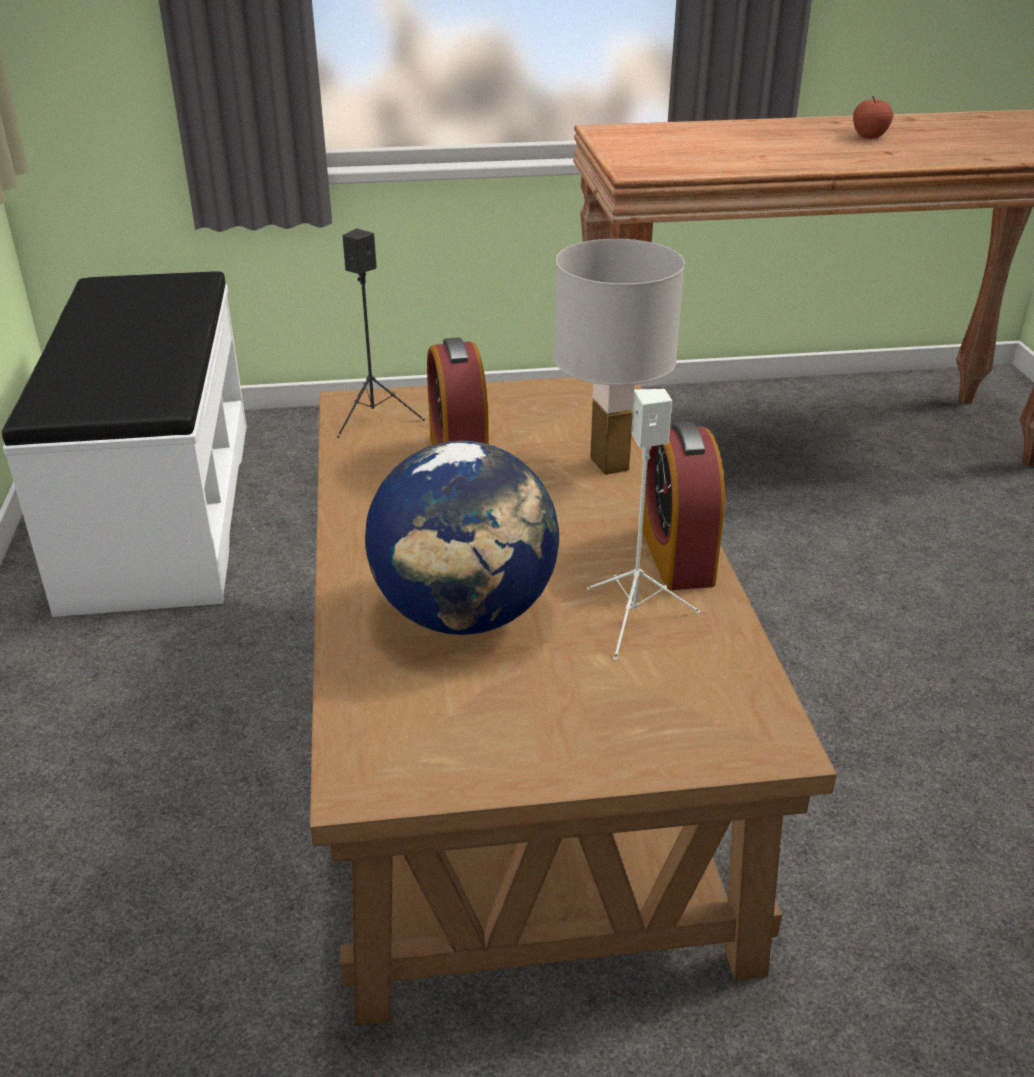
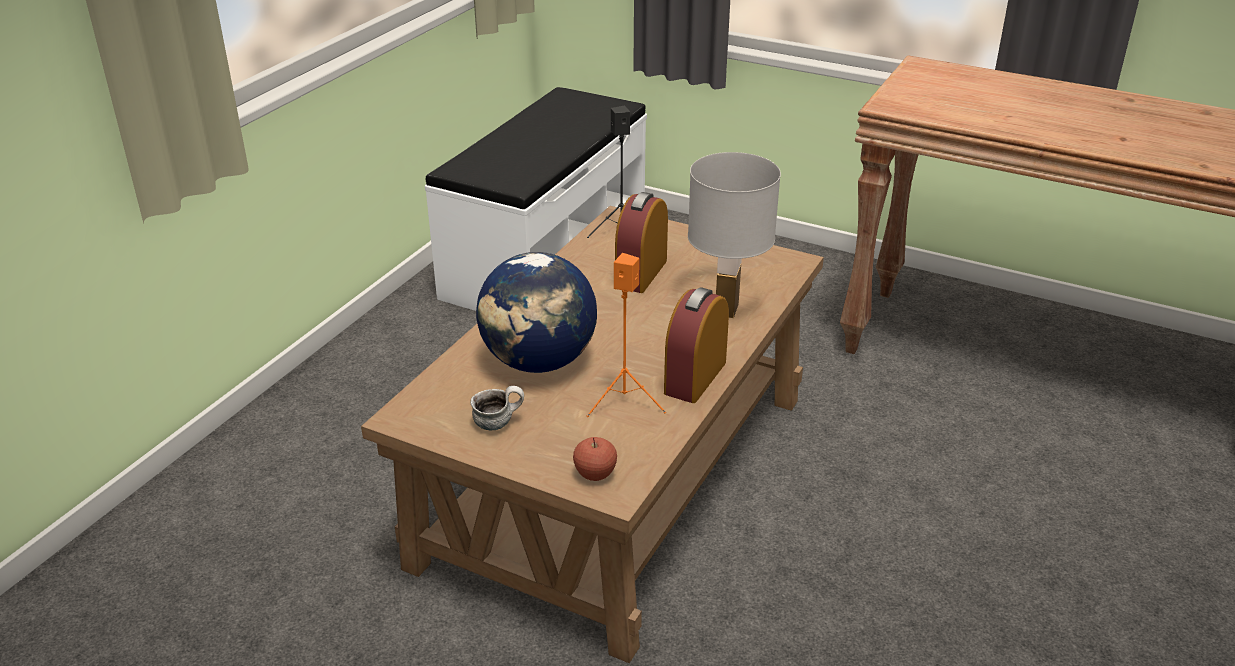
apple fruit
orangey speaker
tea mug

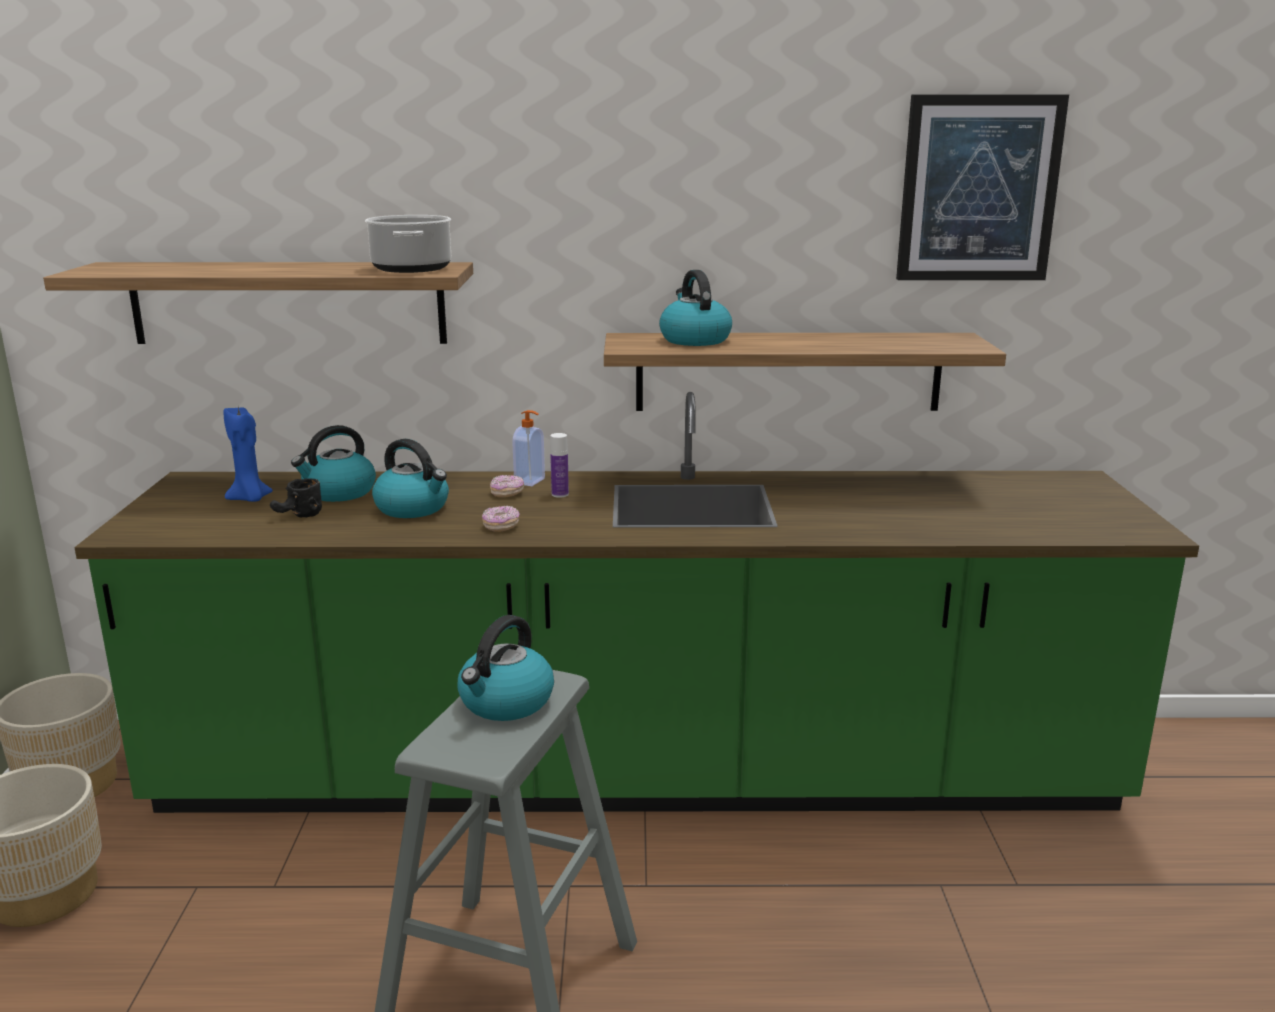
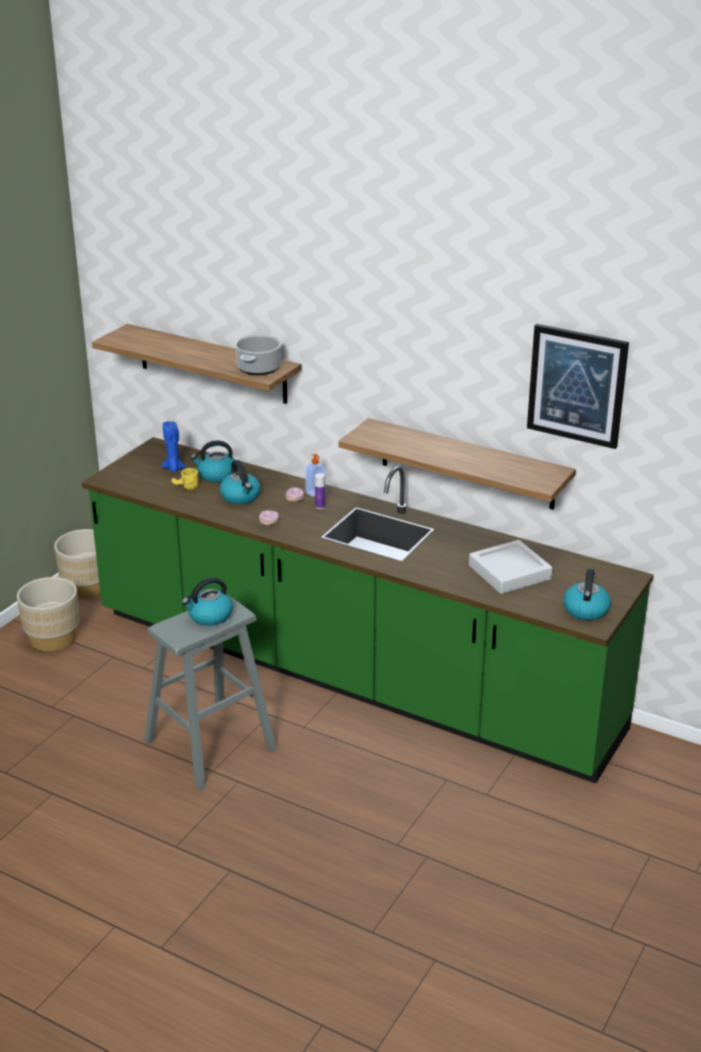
kettle (4th from left)
yellowish tea mug
grey tray

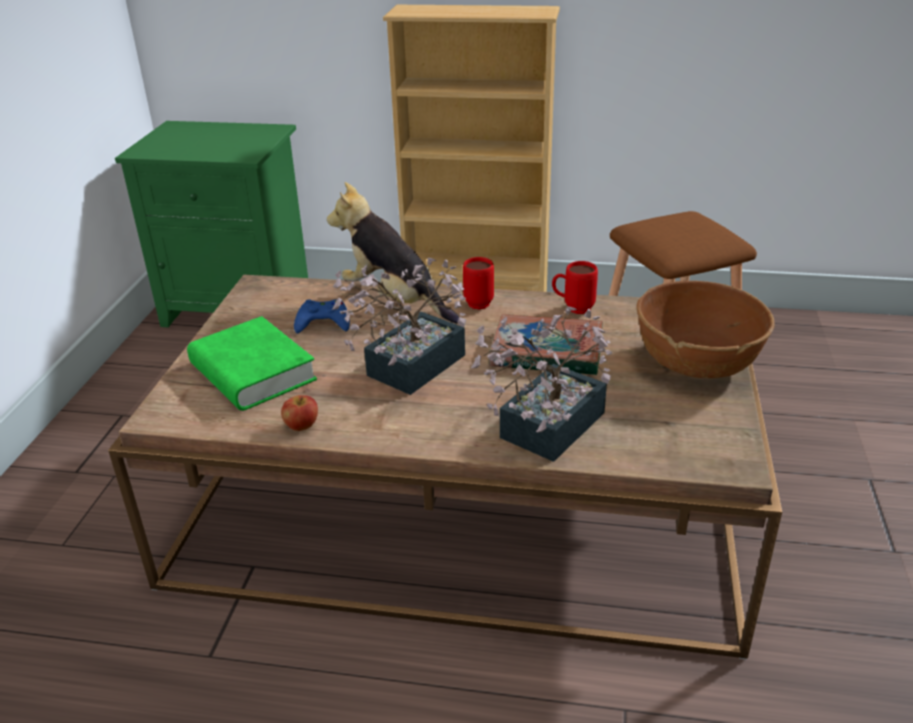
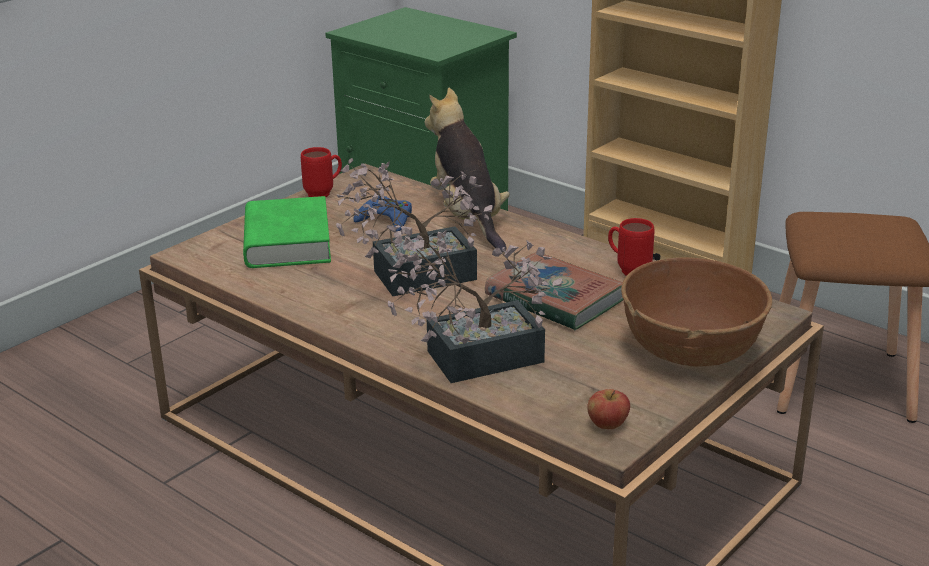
red-coloured tea mug (1st from left)
apple fruit

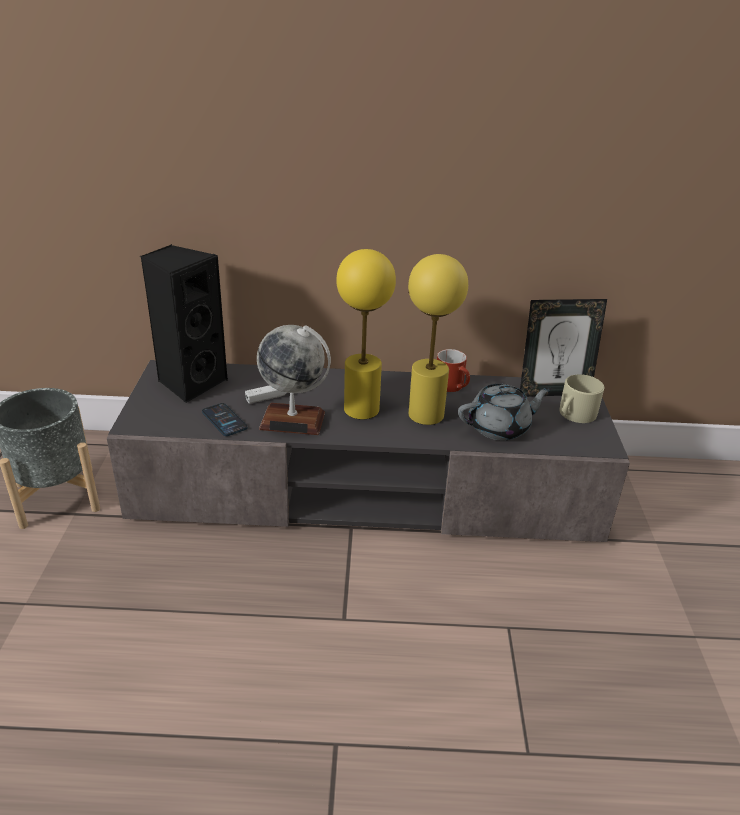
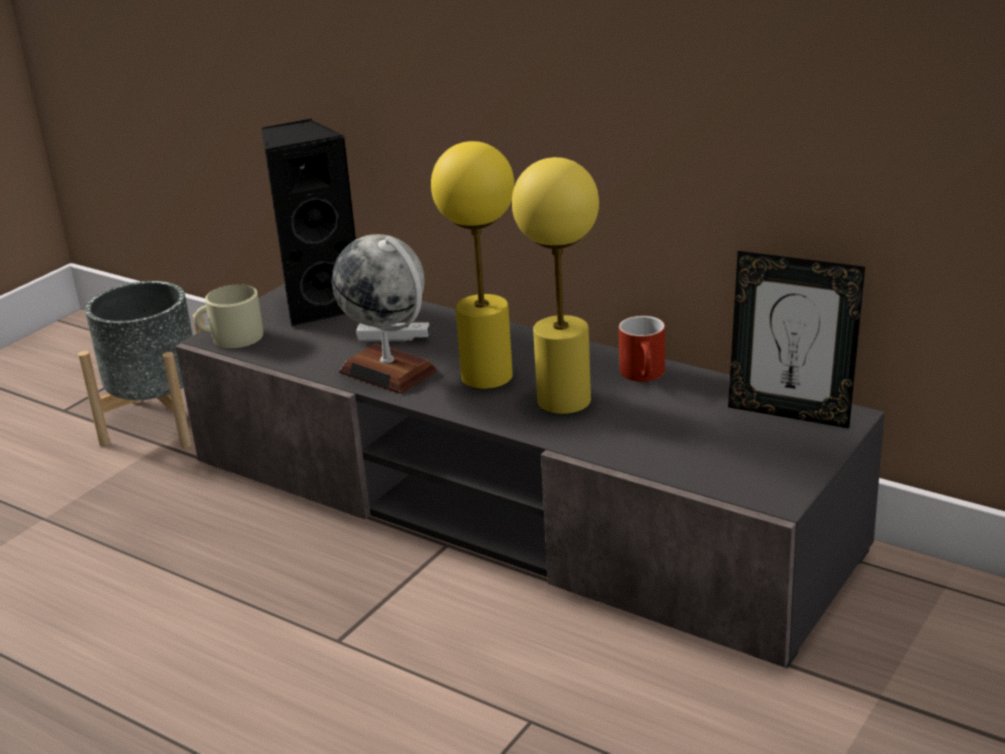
sand-coloured tea mug
grey tea pot
telephone

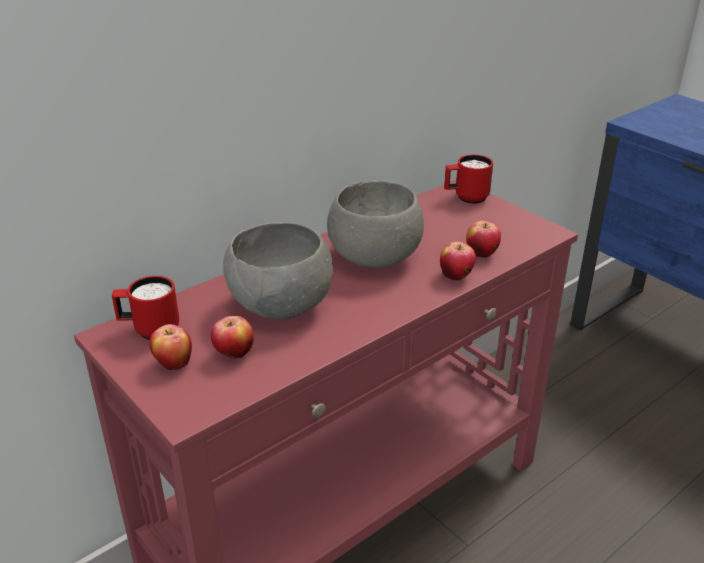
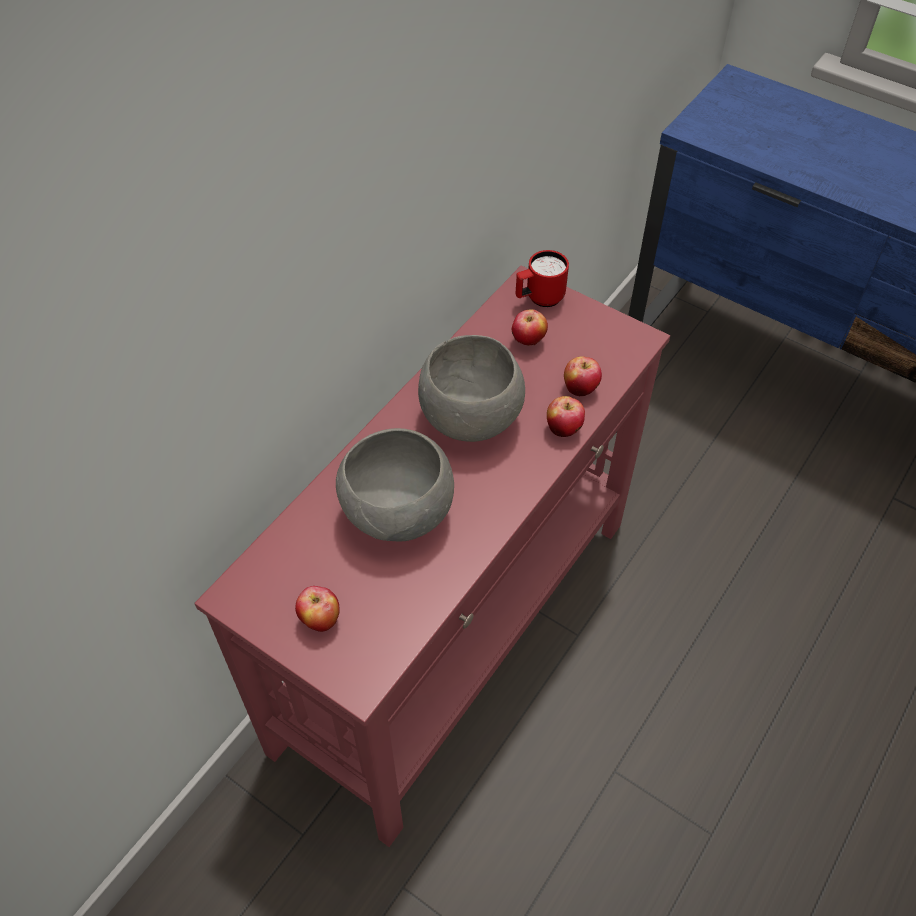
red-coloured tea mug (1st from left in the first image)
apple fruit (2nd from left)

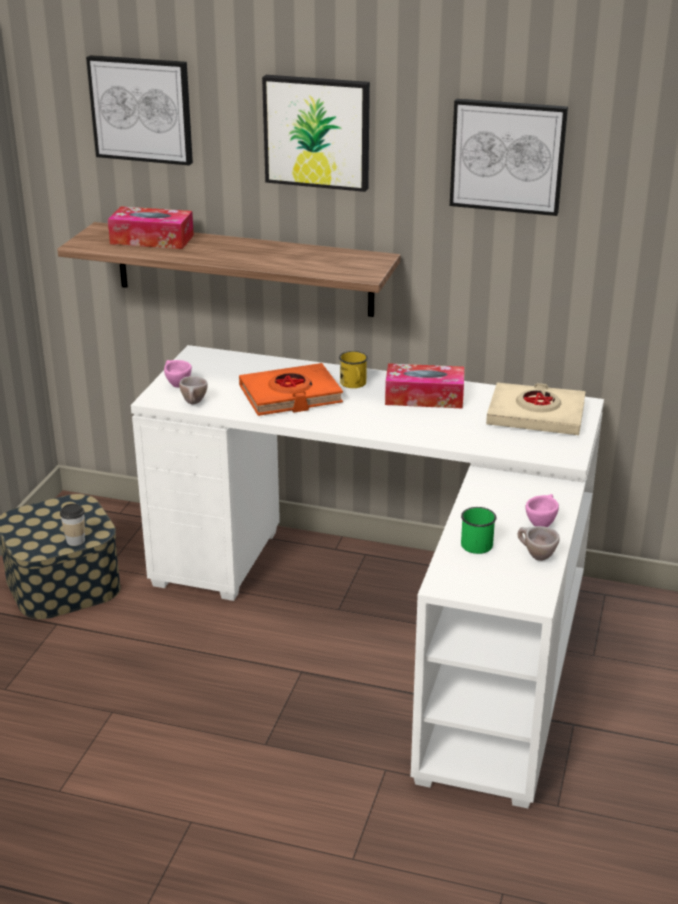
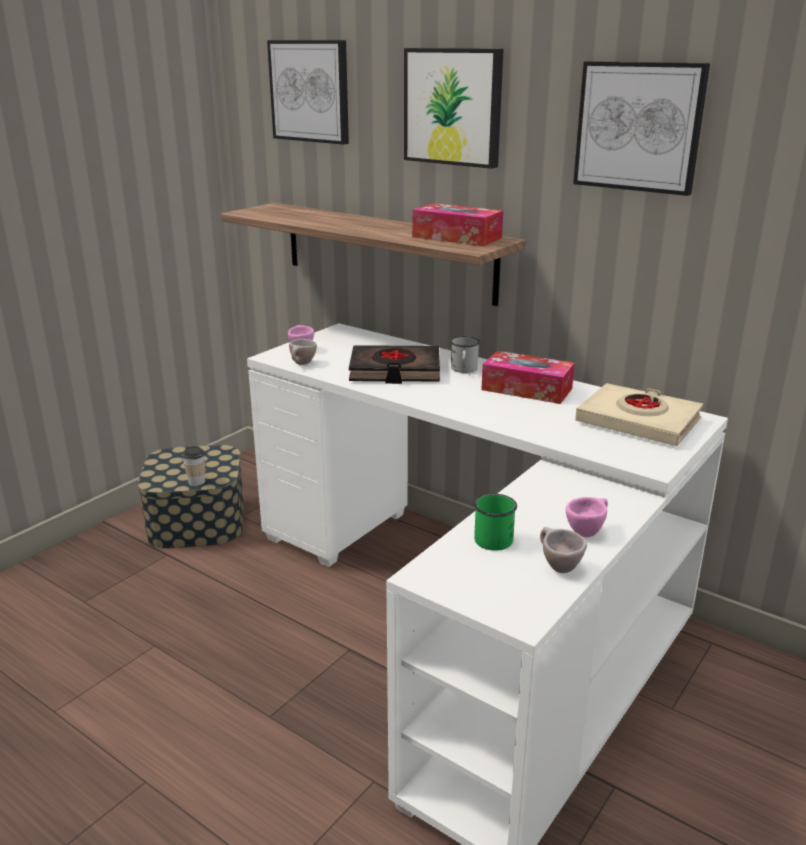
tissue holder (1st from left)
white tea mug
black book

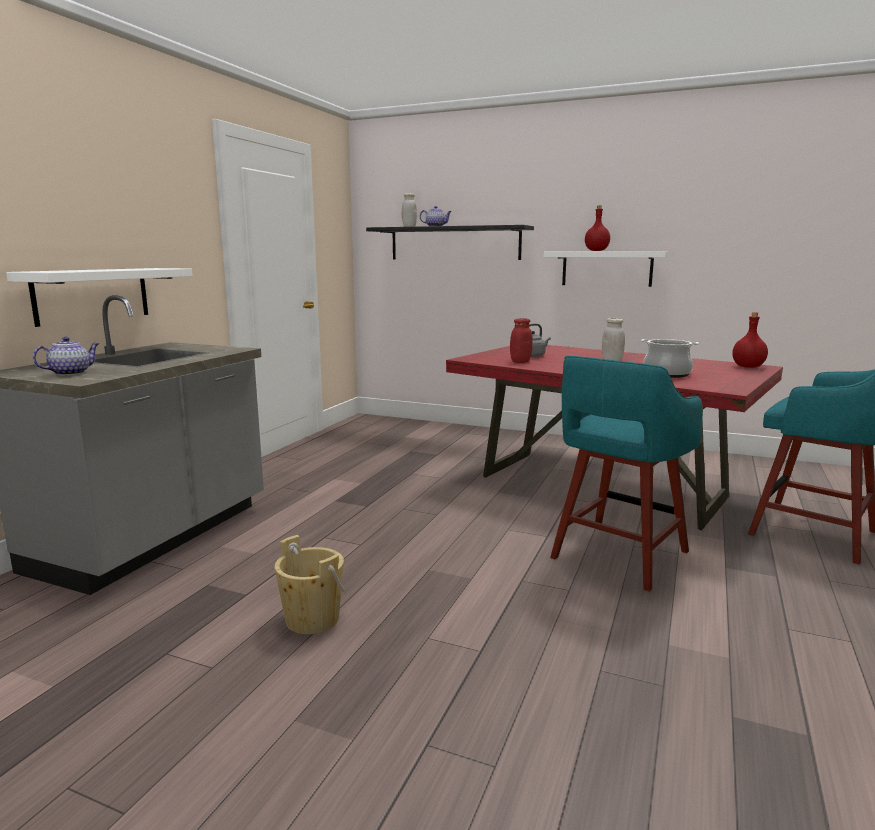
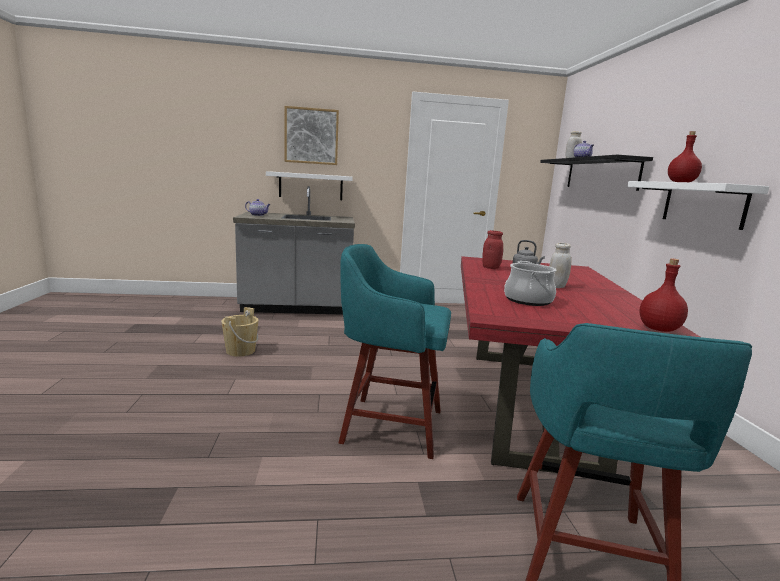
wall picture

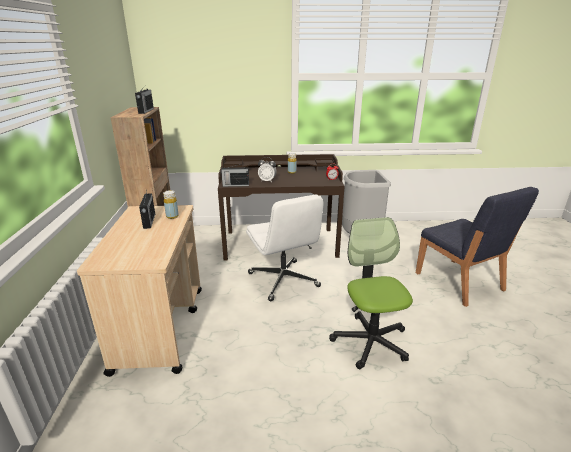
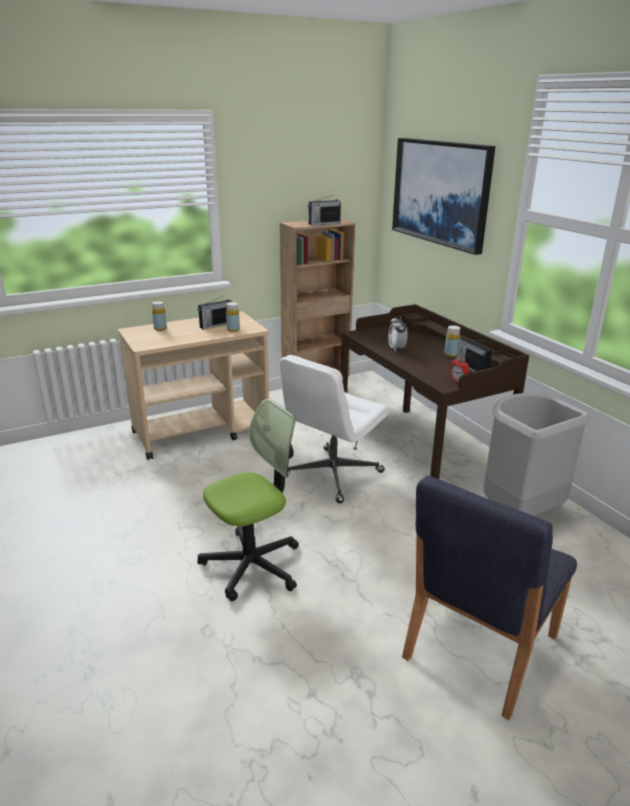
radio set (3rd from left)
wall picture
yellowish drink bottle (1st from left)

